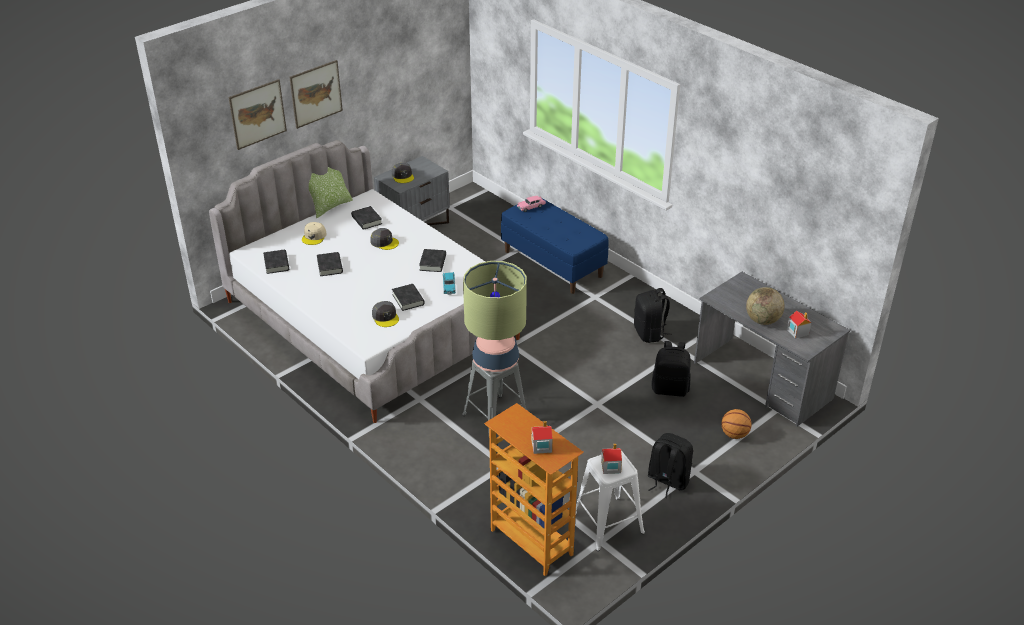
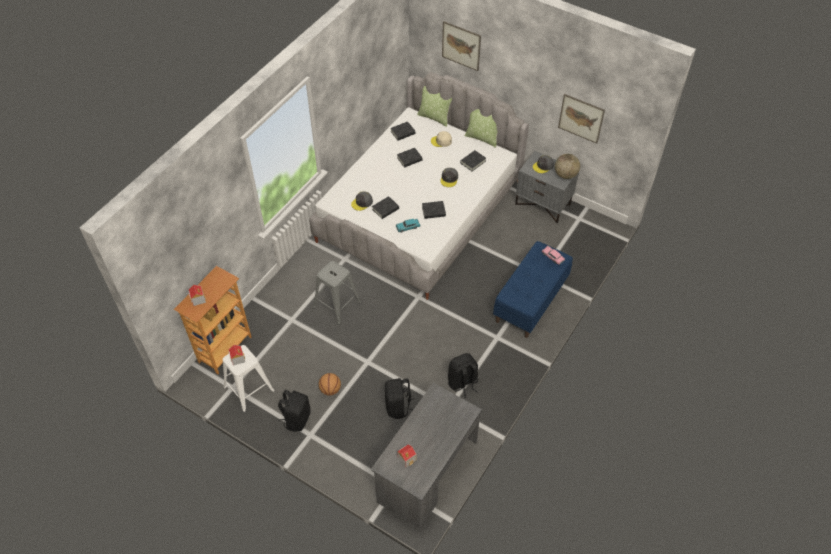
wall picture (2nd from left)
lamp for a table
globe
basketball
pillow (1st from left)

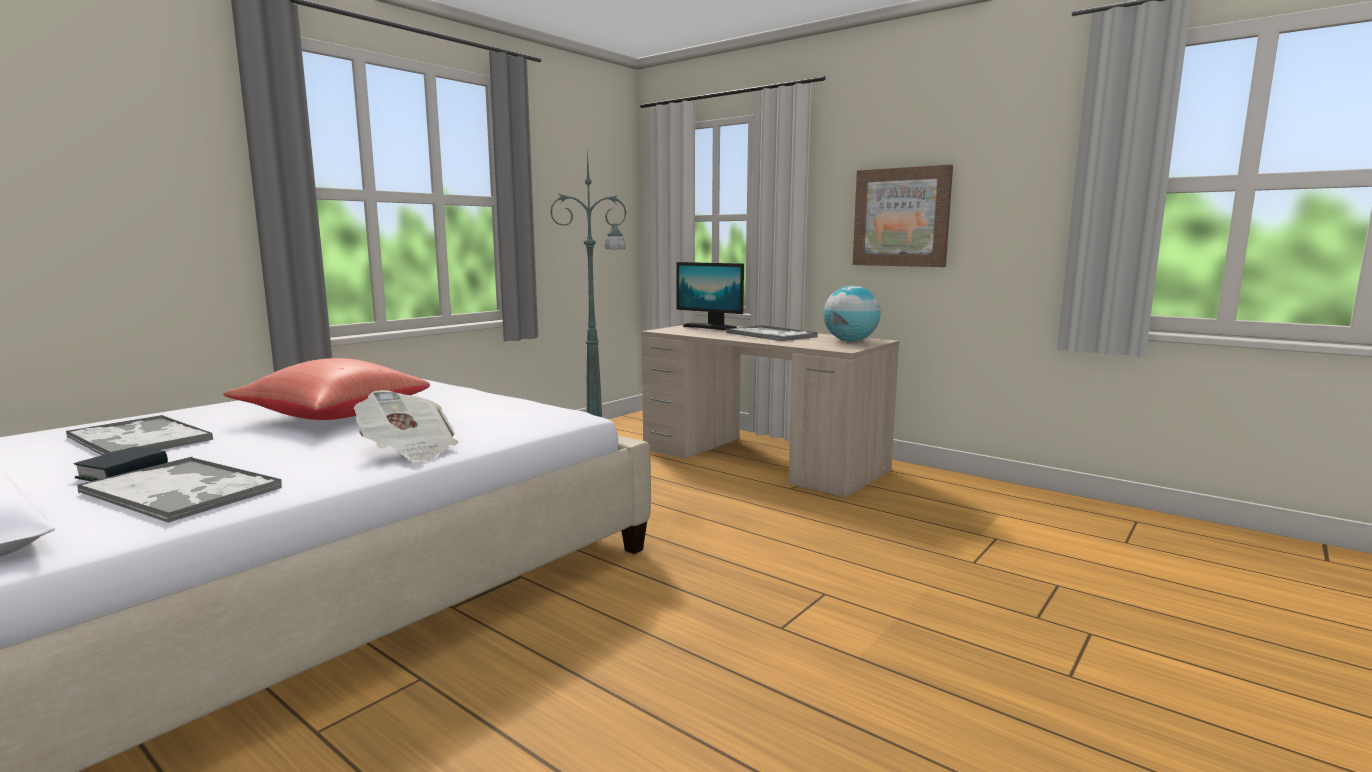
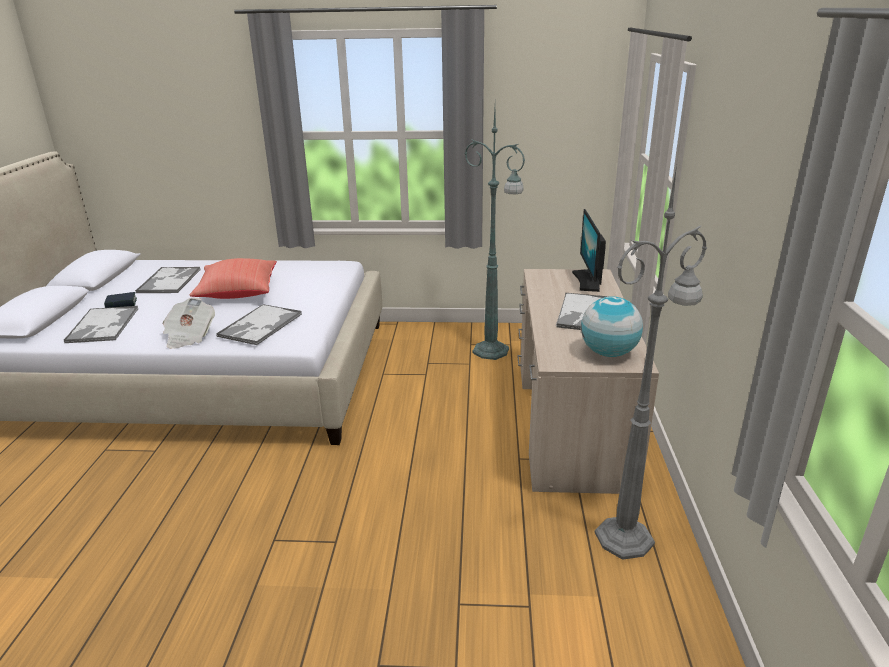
wall picture
grey standing lamp
tray (3rd from left)

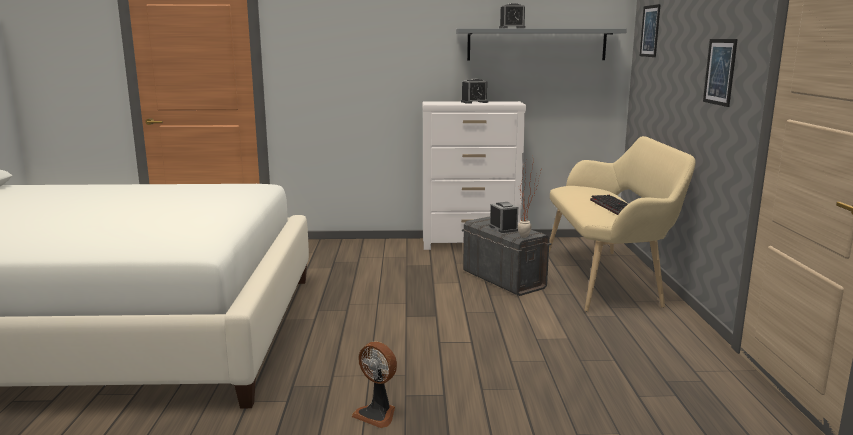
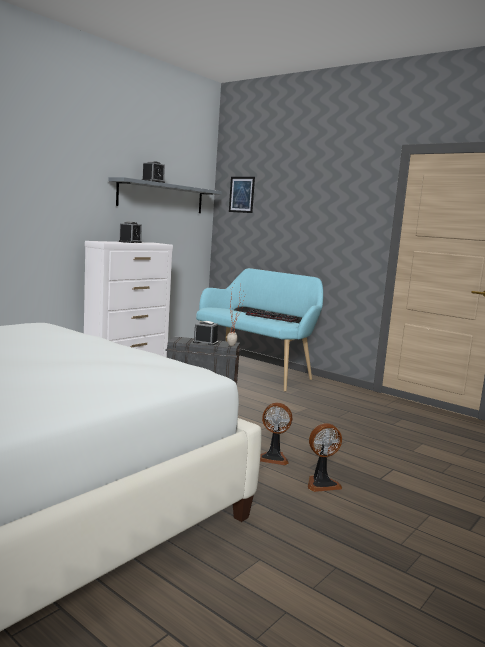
wall picture (2nd from left in the first image)
turquoise indoor bench
electric fan (1st from left)

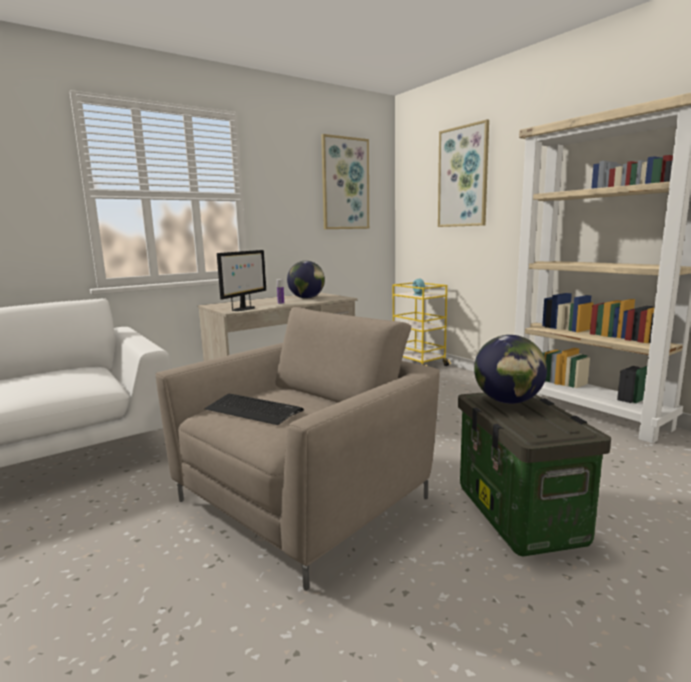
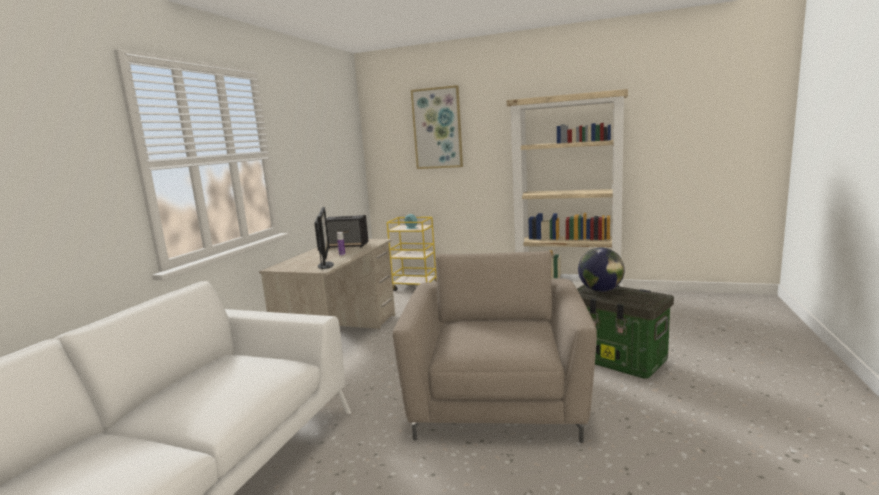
wall picture (1st from left in the first image)
speaker
computer keyboard

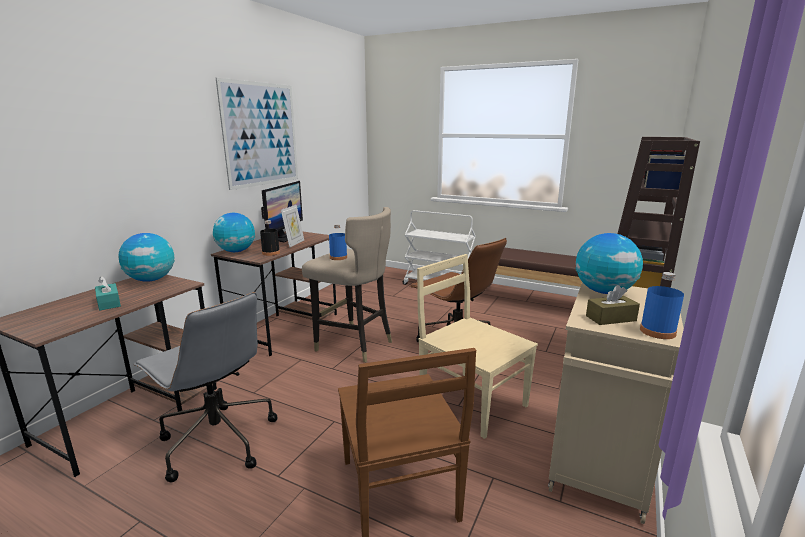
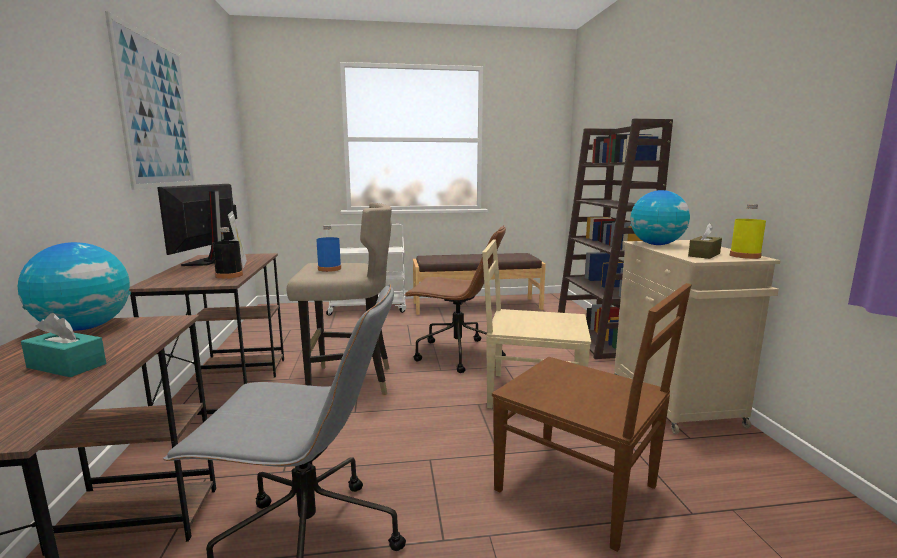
computer display
globe (2nd from left in the first image)
yellowish drink bottle

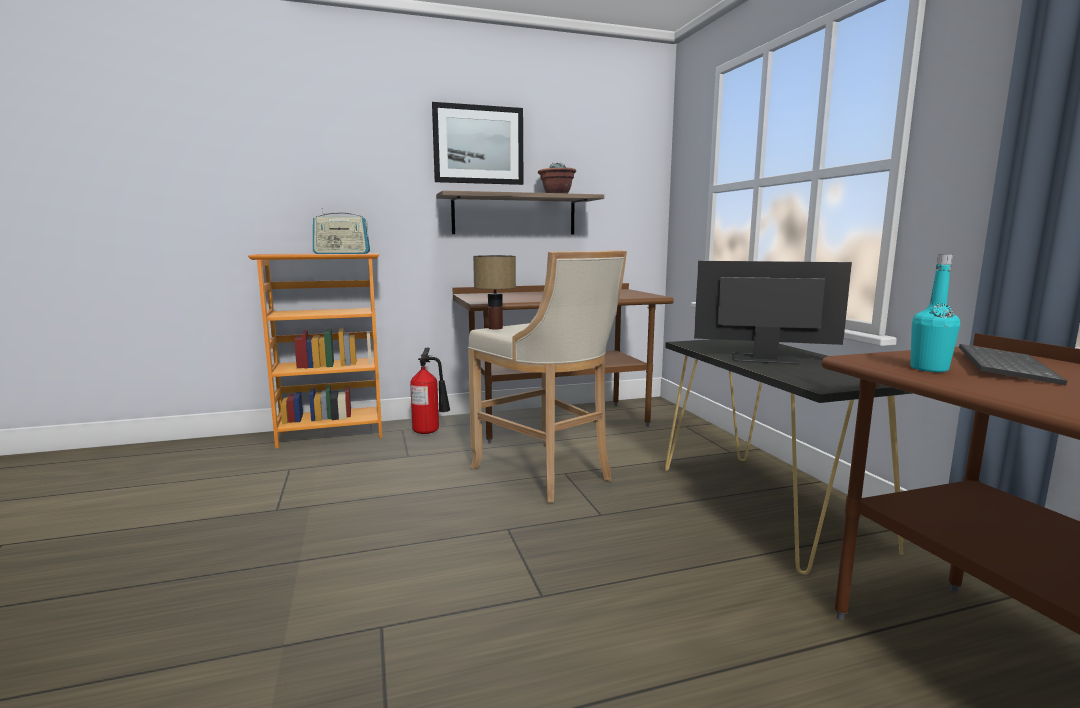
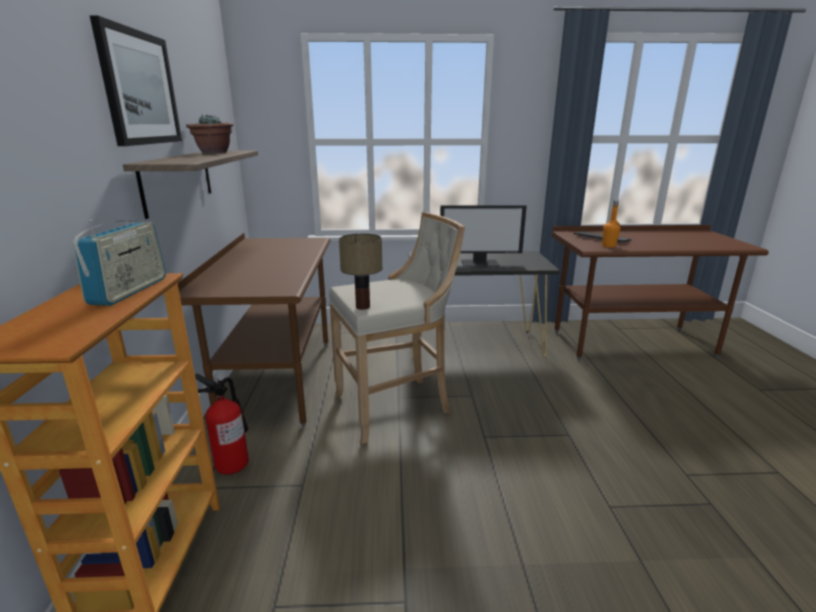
orangey drink bottle
computer display

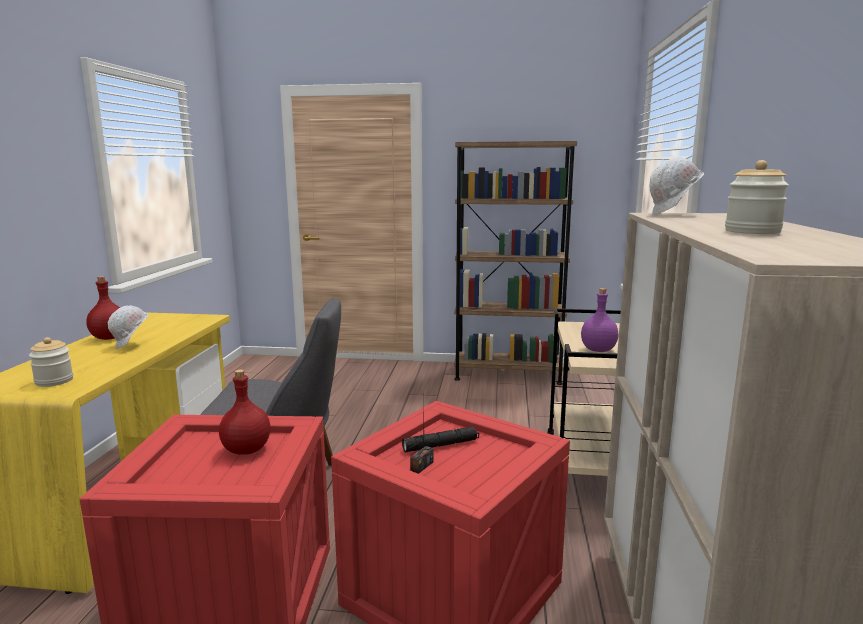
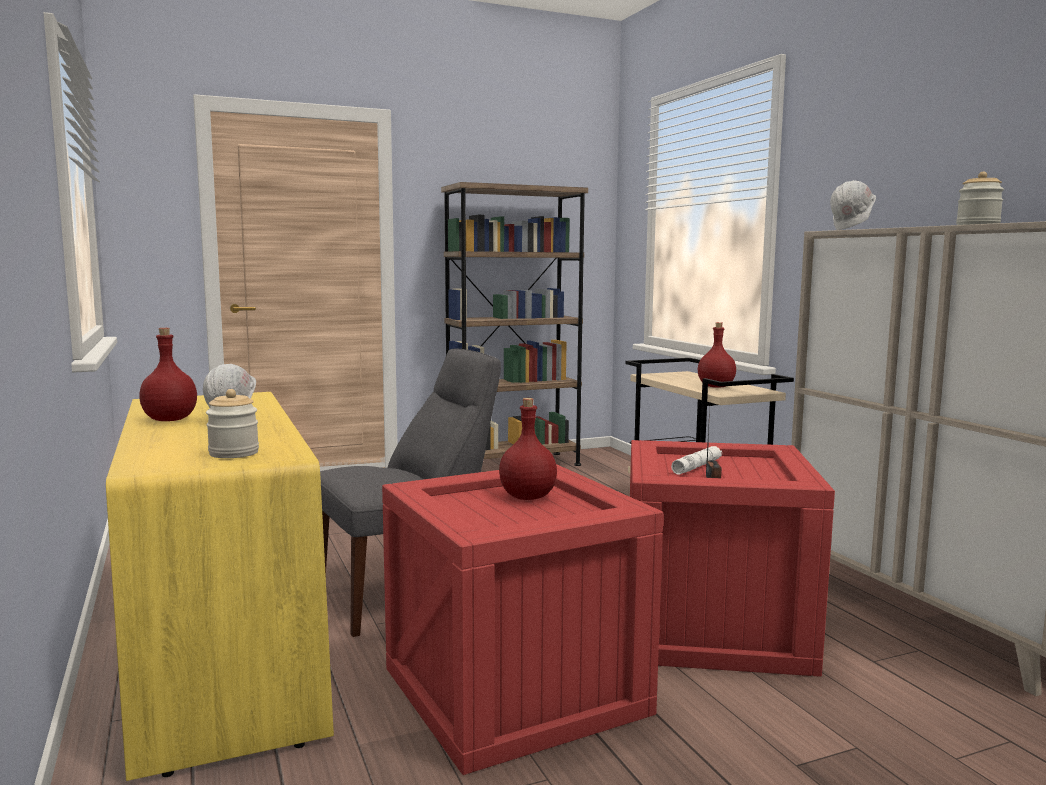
red-coloured drink bottle (3rd from left)
white hand torch

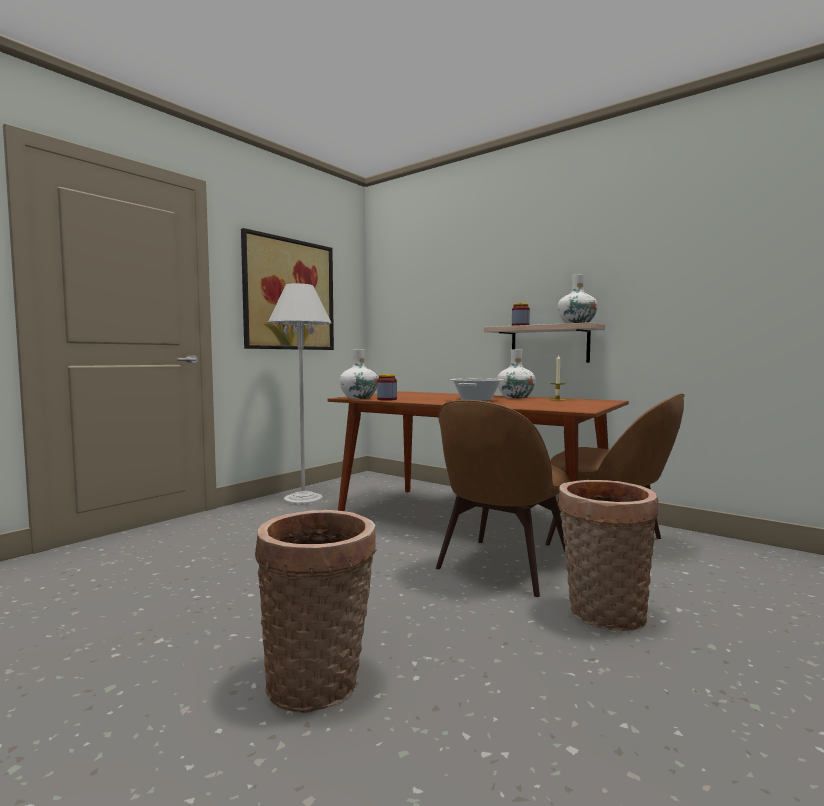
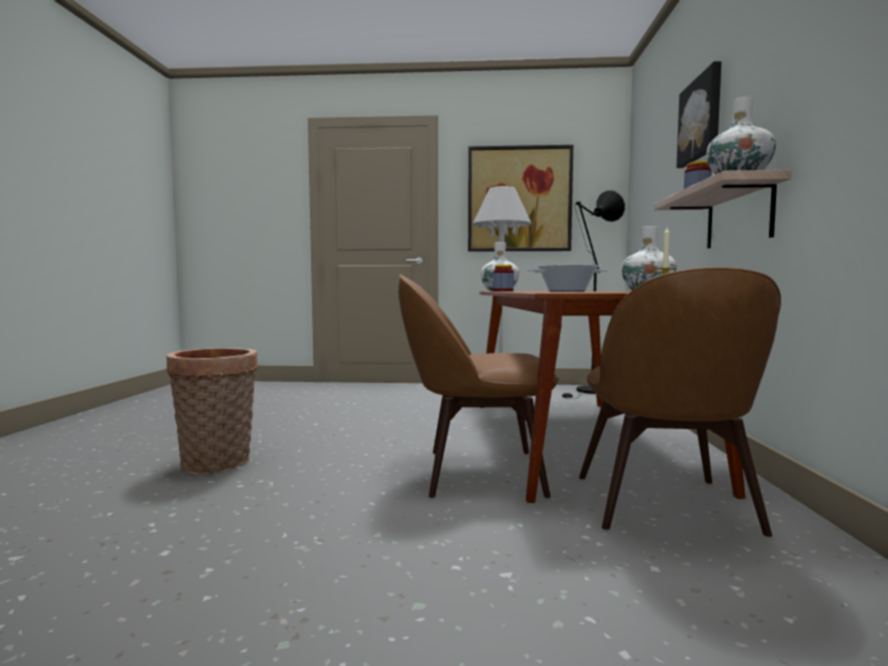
storage basket (2nd from left in the first image)
wall picture (2nd from left)
black standing lamp

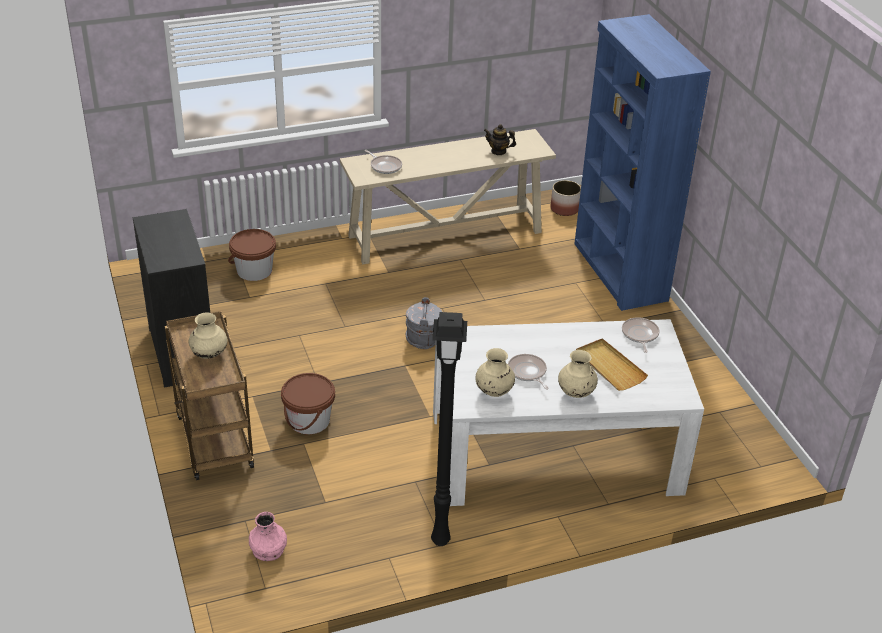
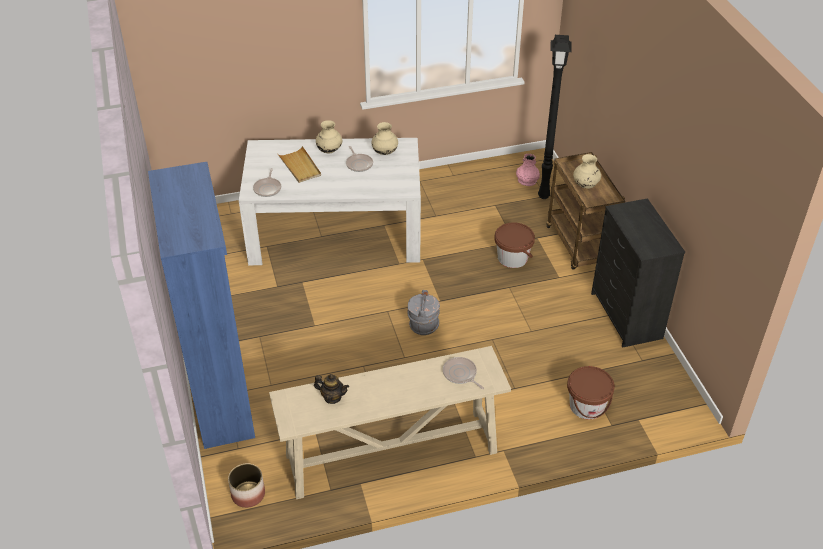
black standing lamp

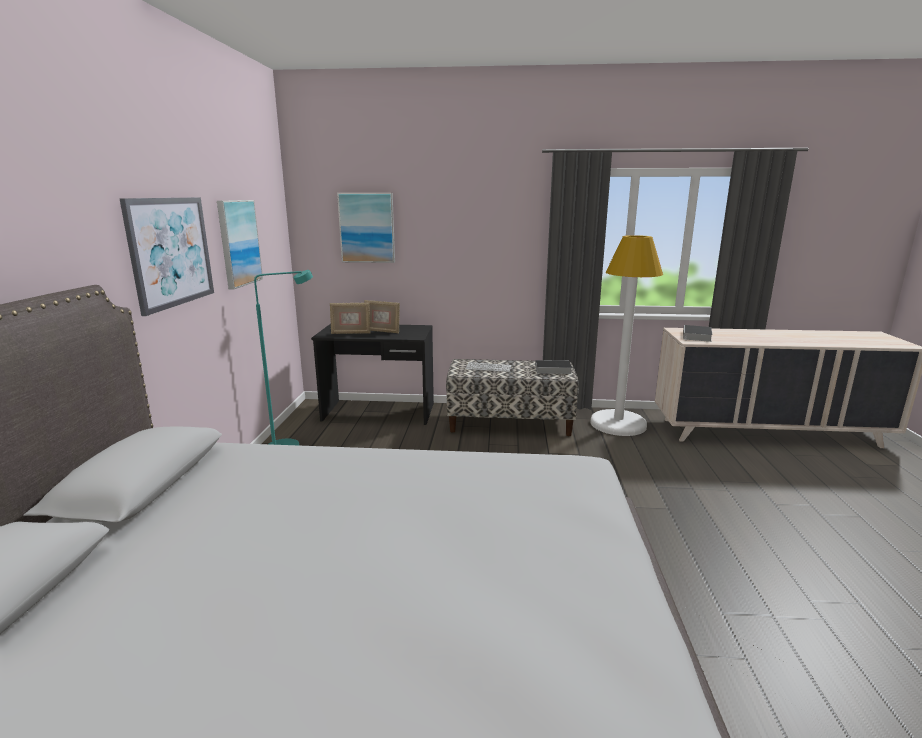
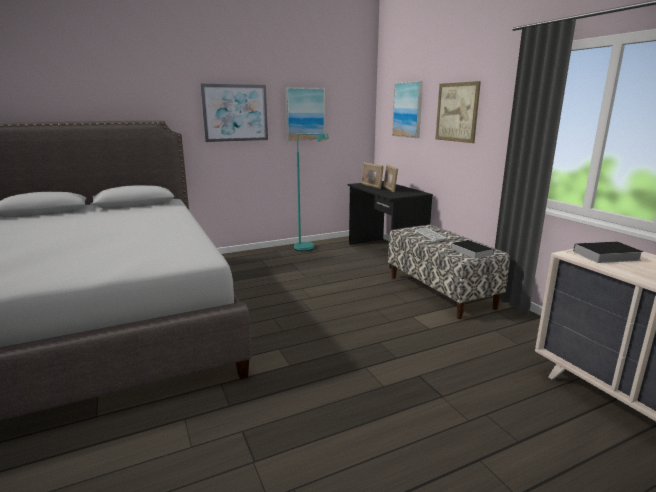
white standing lamp
wall picture (4th from left)

